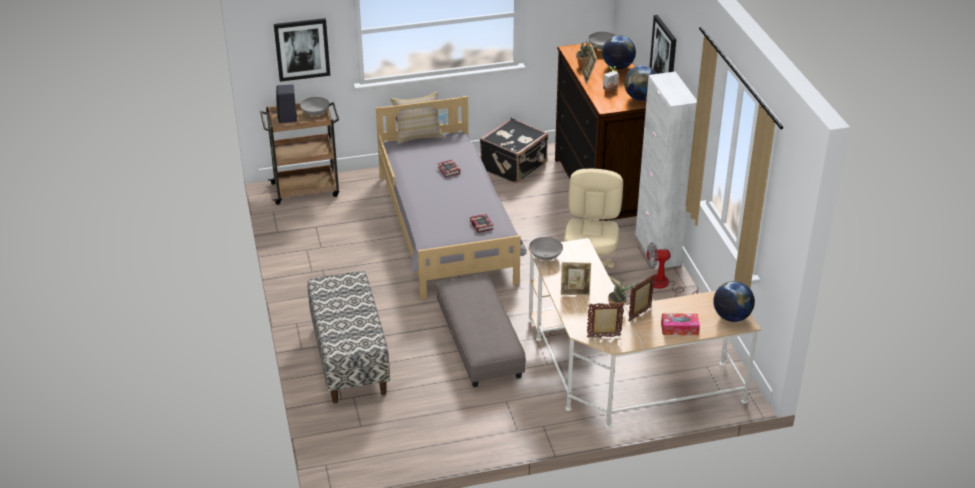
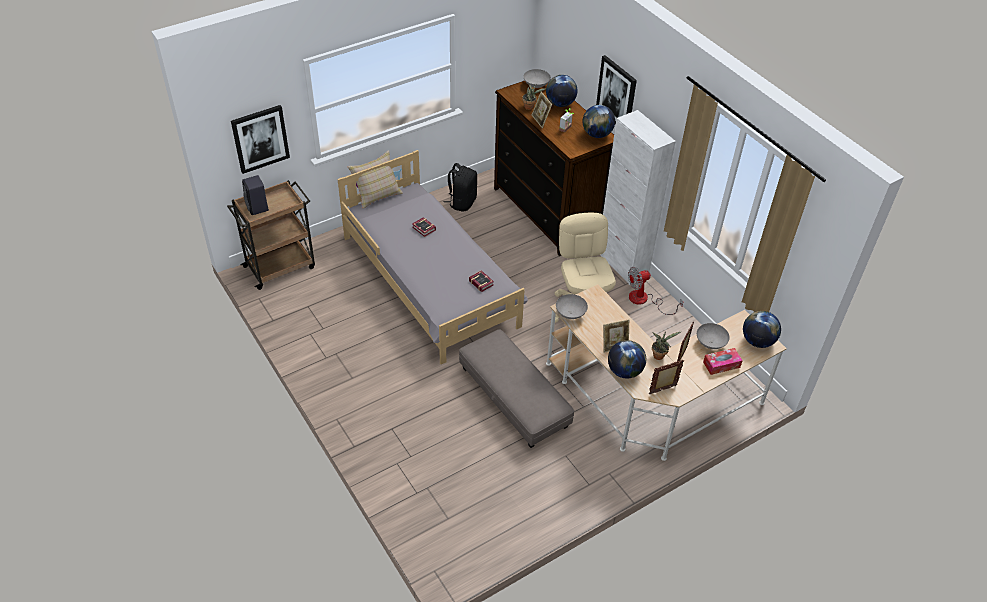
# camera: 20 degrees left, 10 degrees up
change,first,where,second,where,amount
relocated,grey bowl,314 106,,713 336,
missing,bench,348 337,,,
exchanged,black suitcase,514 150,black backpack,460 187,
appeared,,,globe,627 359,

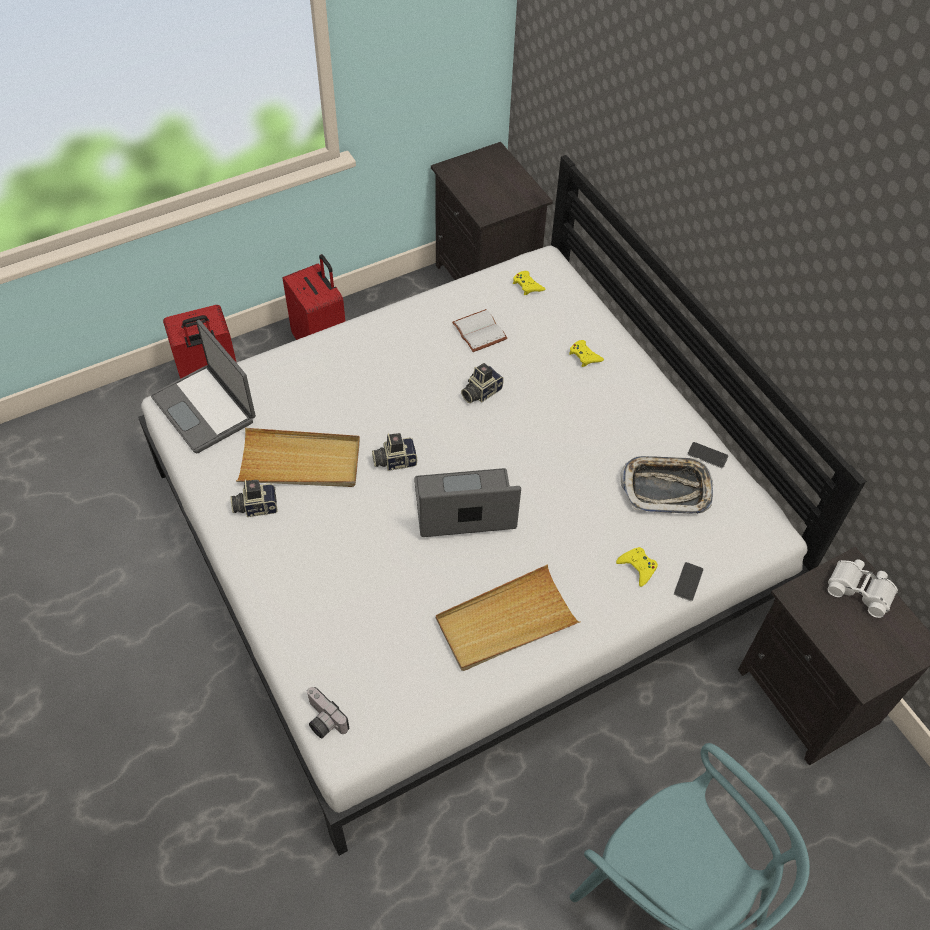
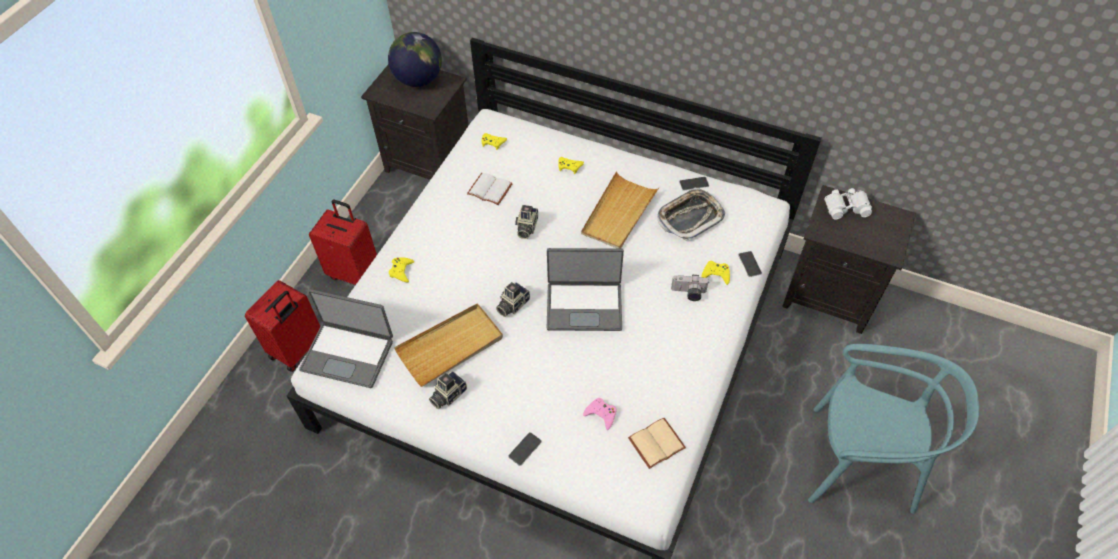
# camera: 35 degrees left, 0 degrees up
change,first,where,second,where,amount
relocated,photo camera,328 712,,690 288,
spun,laptop,467 502,,585 289,135 degrees counterclockwise
relocated,beige tray,508 617,,620 210,
appeared,,,globe,415 59,
appeared,,,yellow game controller,401 269,
appeared,,,phone,525 449,
appeared,,,pink game controller,599 414,
appeared,,,beige book,657 443,

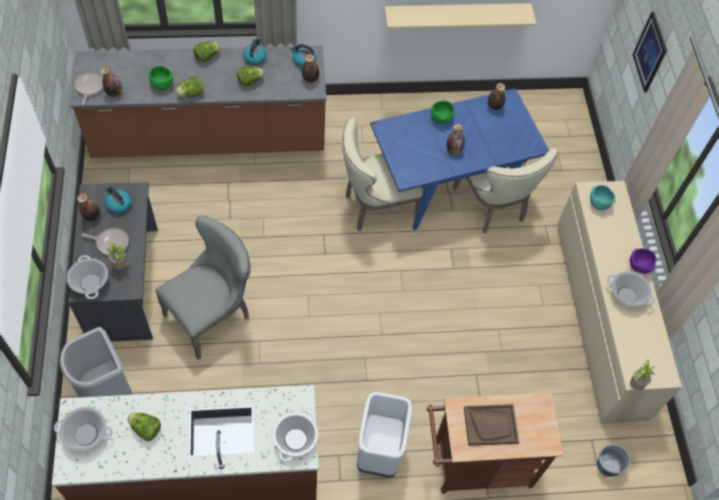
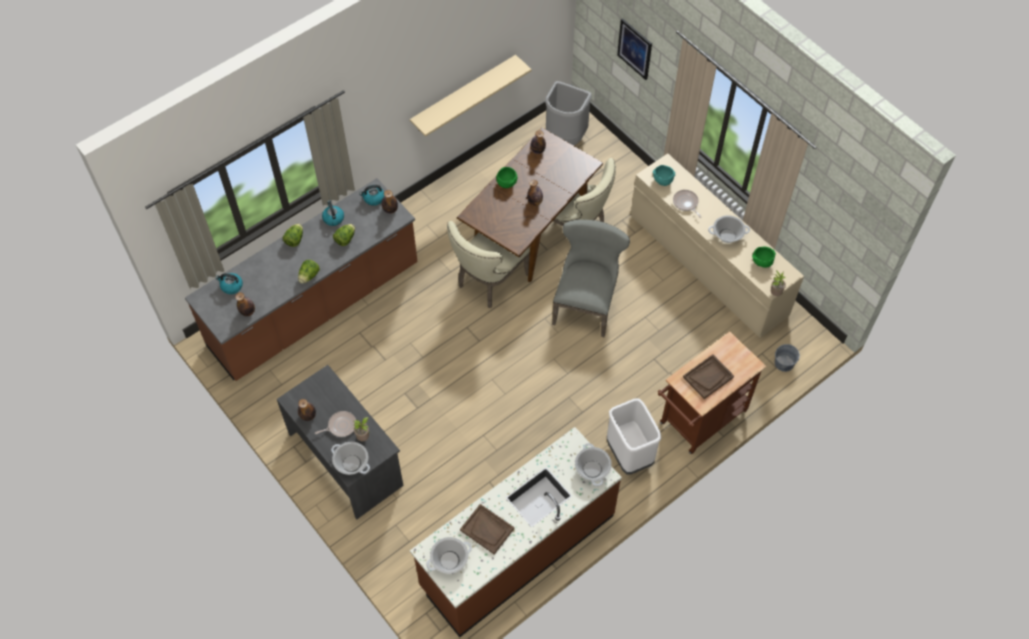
# camera: 30 degrees left, 0 degrees up
change,first,where,second,where,amount
relocated,grey trash can,96 362,,568 113,
relocated,frying pan,89 88,,687 204,
relocated,kettle,118 200,,229 283,
exchanged,lettuce,144 427,brown tray,487 529,
relocated,green bowl,160 78,,764 257,
relocated,grey chair,203 288,,591 278,
colour,blue dining table,459 159,brown dining table,530 205,
missing,purple bowl,643 261,,,

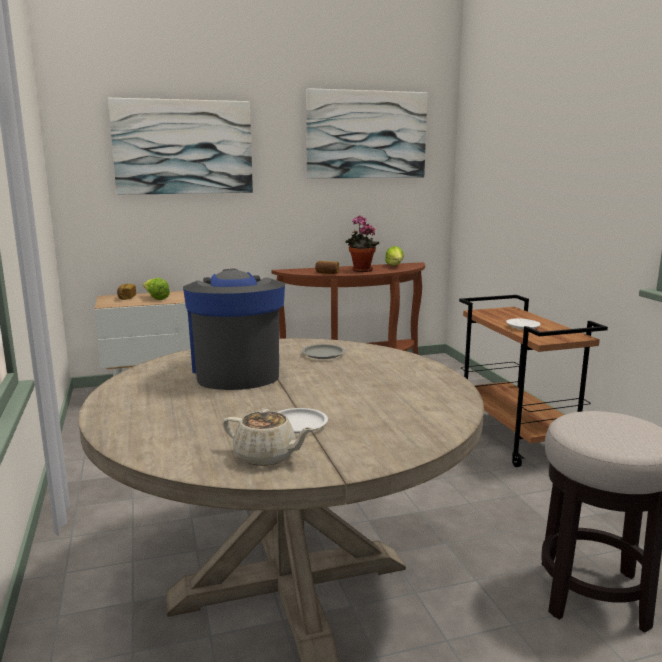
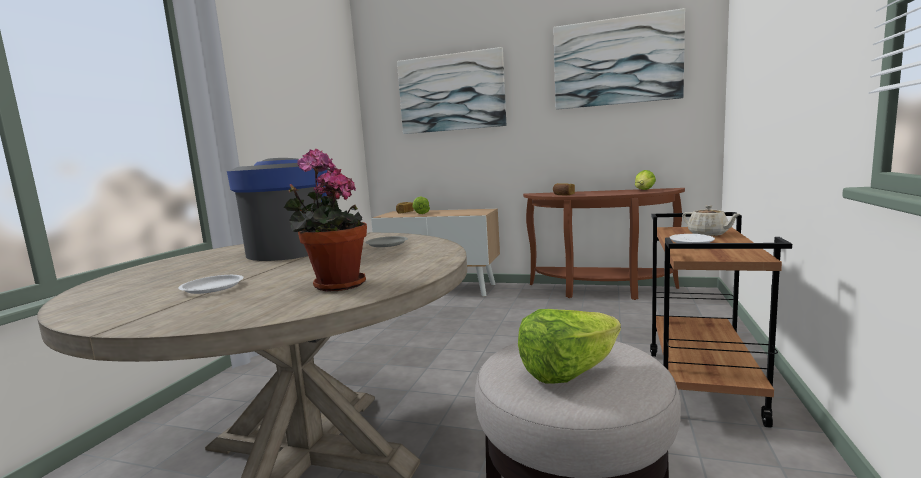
# camera: 35 degrees right, 5 degrees down
change,first,where,second,where,amount
relocated,beige teapot,268 437,,711 220,
relocated,potted plant,363 244,,325 220,
appeared,,,lettuce,569 346,

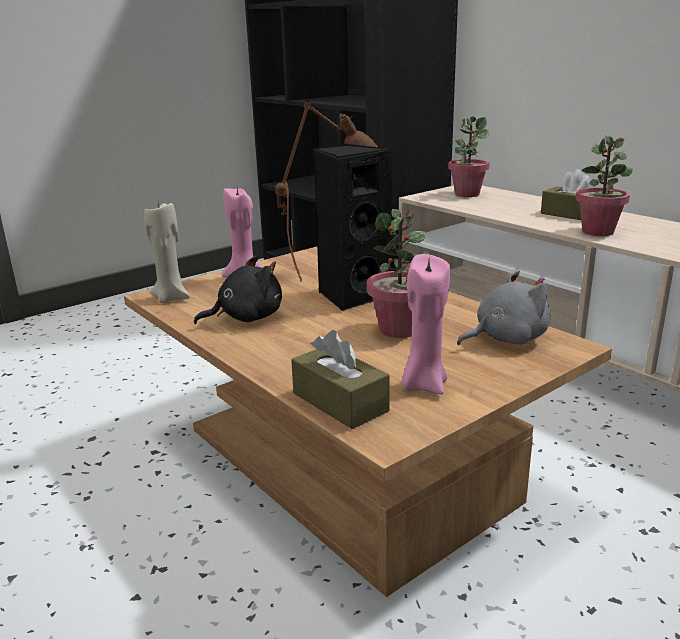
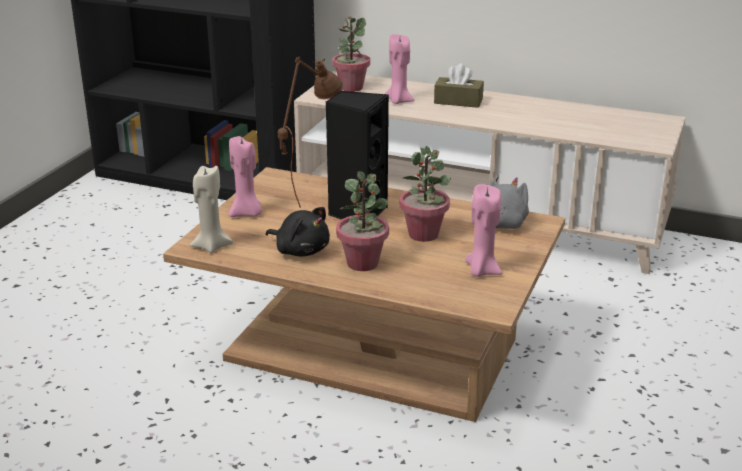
# camera: 30 degrees left, 5 degrees up
change,first,where,second,where,amount
spun,black plush toy,238 290,,297 231,90 degrees clockwise
missing,brown tissue box,340 379,,,
relocated,potted plant,604 185,,362 221,
appeared,,,pink candle,399 69,

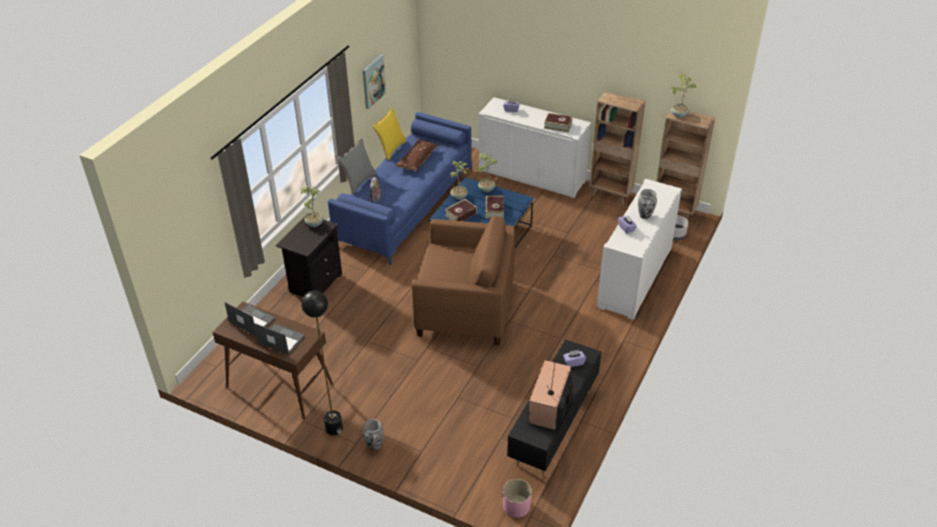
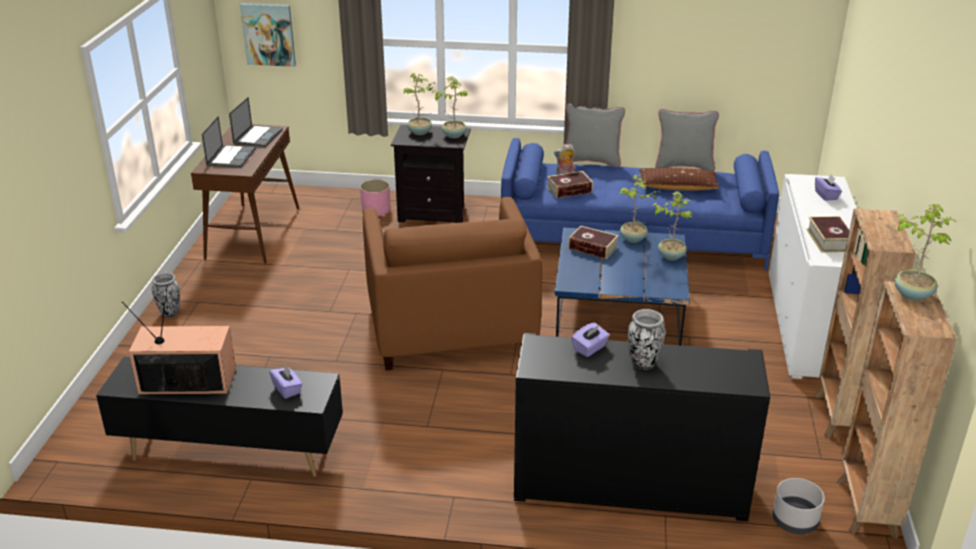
# camera: 70 degrees right, 10 degrees down
change,first,where,second,where,amount
missing,black floor lamp,322 362,,,
relocated,picture,374 82,,268 35,
colour,yellow pillow,389 133,grey pillow,687 140,
relocated,book,495 207,,570 184,
relocated,pink planter,517 498,,375 197,
colour,white cabinet,639 249,black cabinet,642 427,
appeared,,,potted plant,419 104,

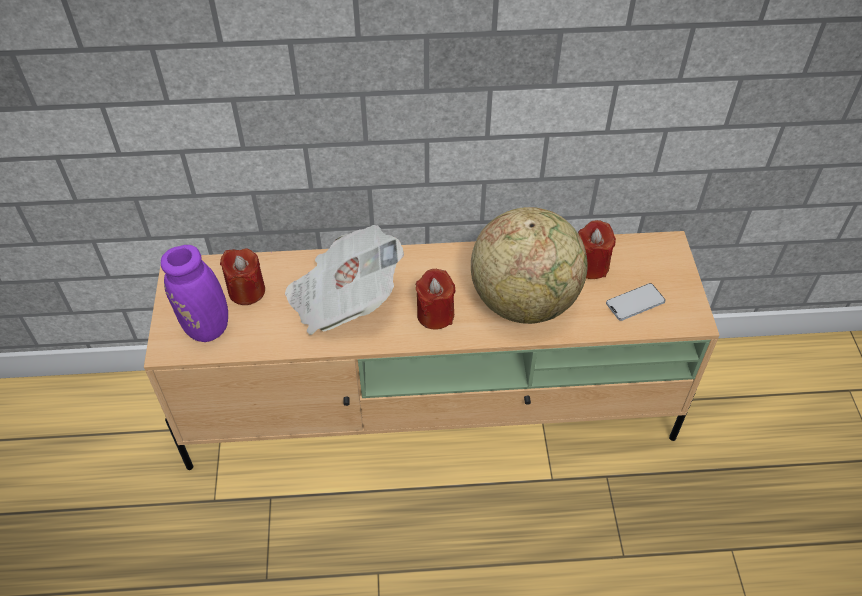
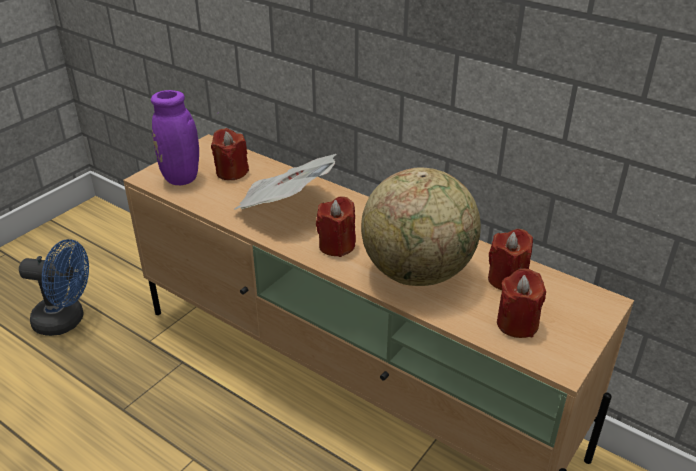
# camera: 40 degrees right, 15 degrees down
change,first,where,second,where,amount
exchanged,phone,636 302,red candle,521 303,
appeared,,,blue fan,54 287,

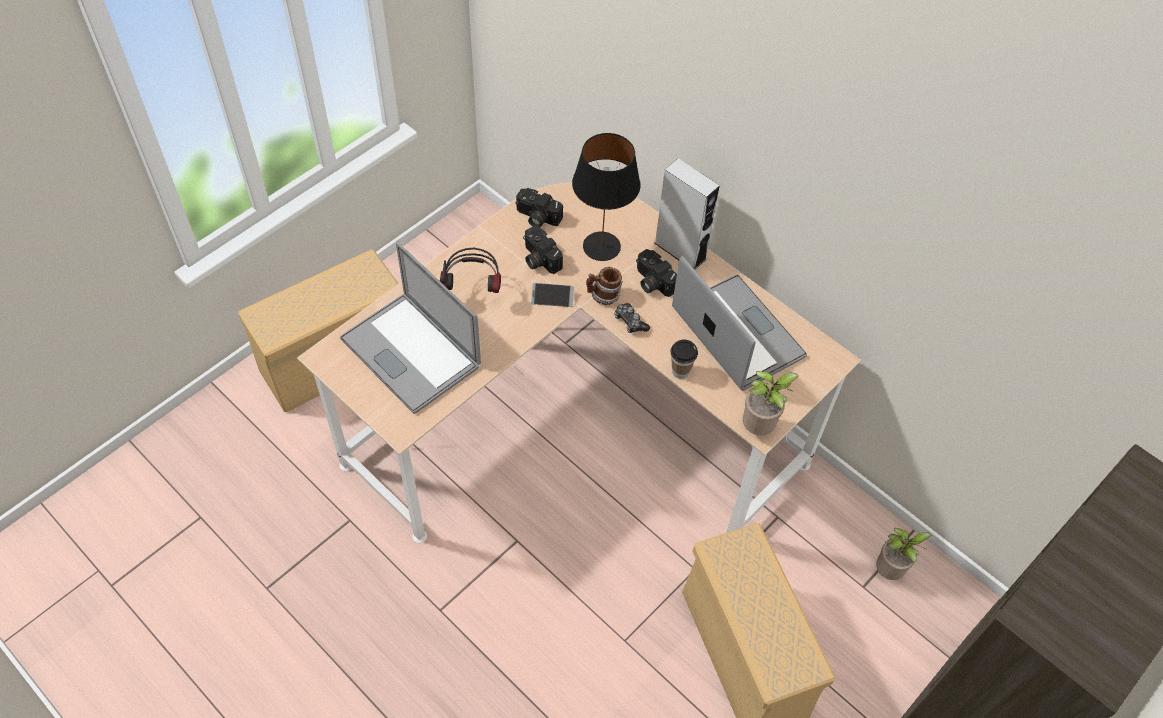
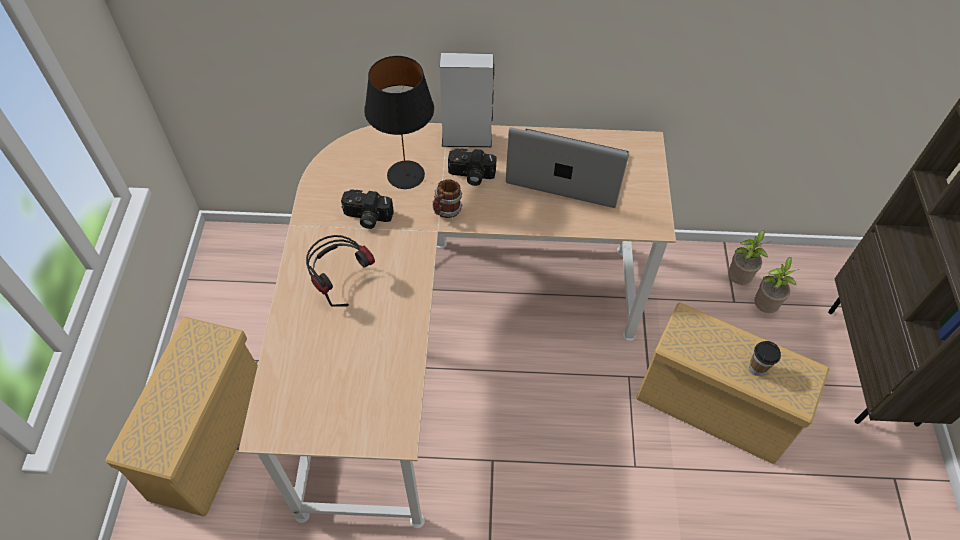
# camera: 40 degrees left, 0 degrees up
change,first,where,second,where,amount
missing,laptop,410 328,,,
missing,photo camera,539 207,,,
missing,phone,552 295,,,
missing,game controller,632 318,,,
relocated,cup,684 359,,765 358,
relocated,potted plant,770 403,,776 285,

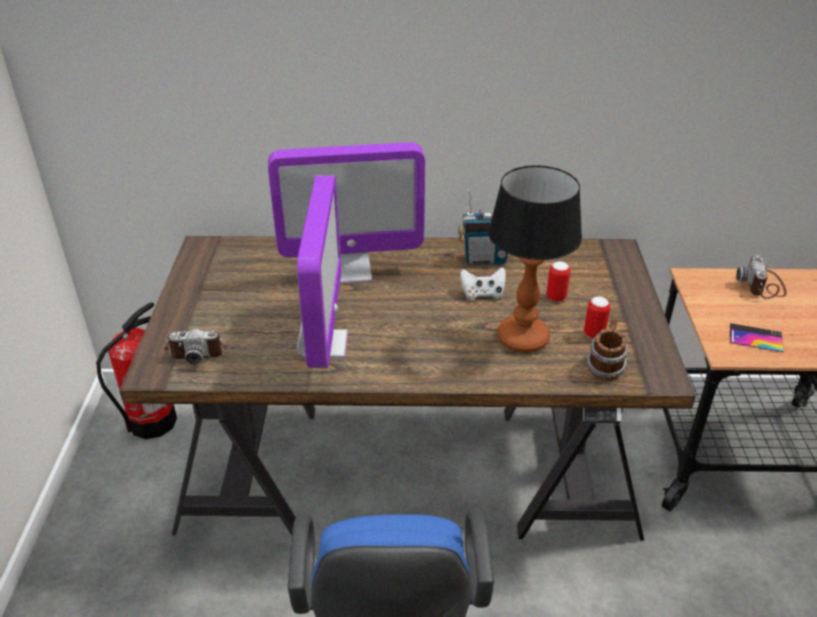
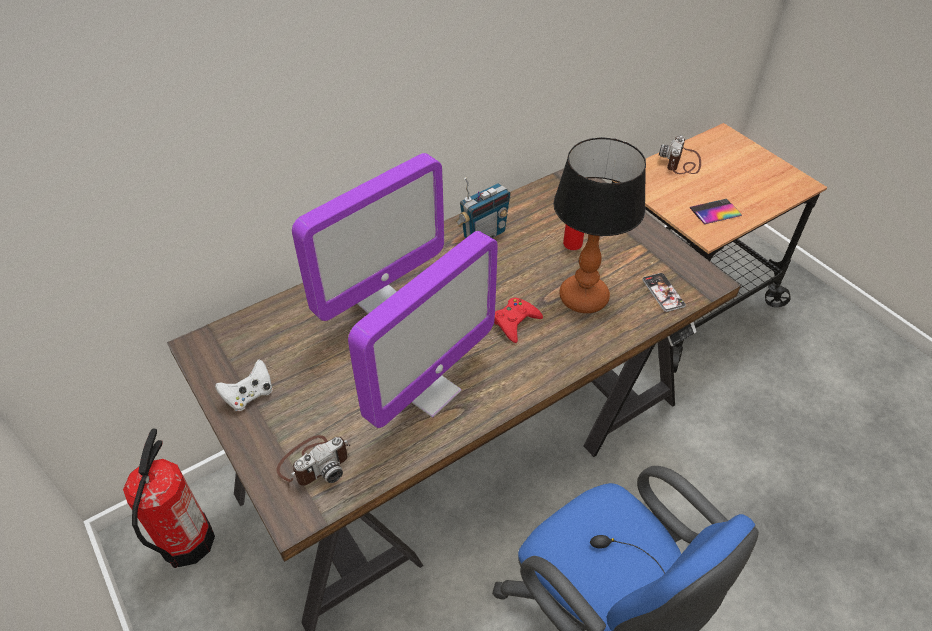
# camera: 35 degrees left, 10 degrees up
change,first,where,second,where,amount
spun,monitor,322 271,,423 329,75 degrees clockwise
relocated,white game controller,483 283,,244 385,
missing,can,597 318,,,
exchanged,mug,607 347,phone,664 292,
spun,photo camera,761 277,,680 154,45 degrees clockwise
appeared,,,red game controller,518 320,

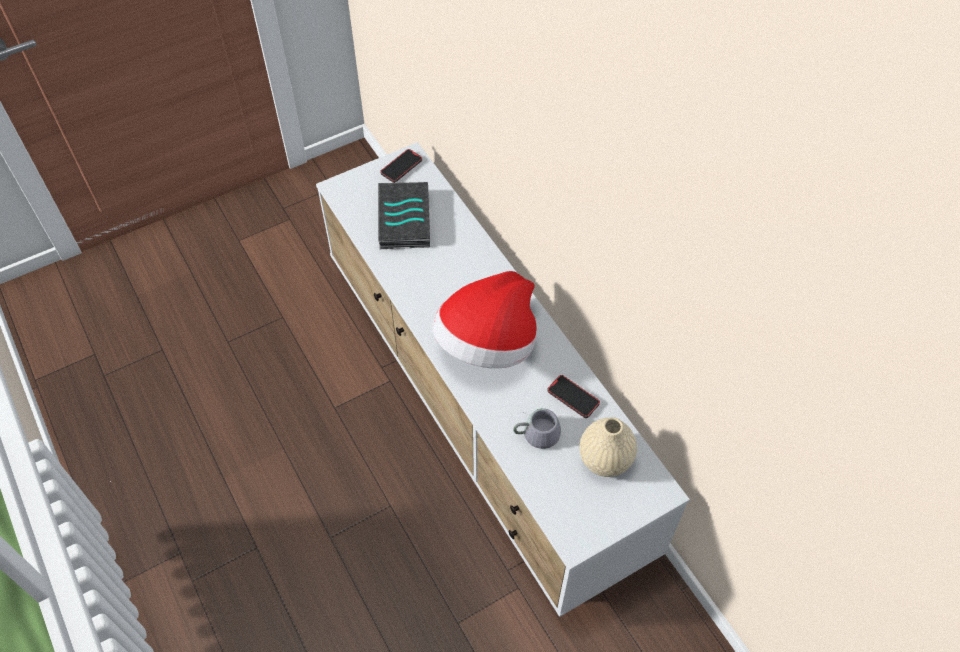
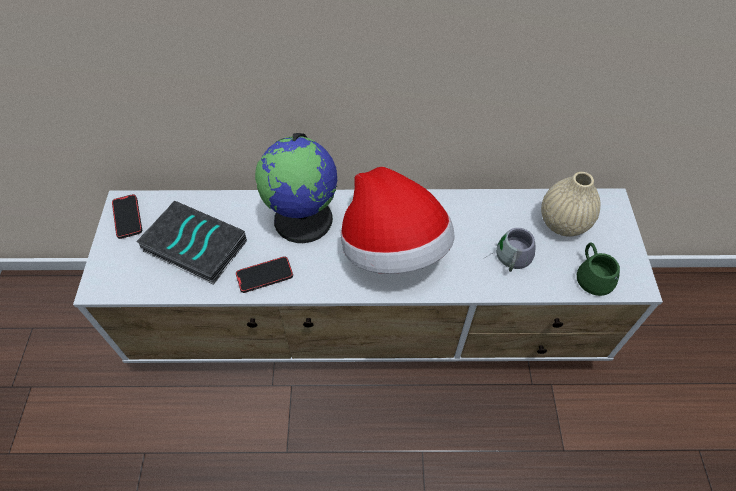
# camera: 60 degrees left, 0 degrees up
change,first,where,second,where,amount
relocated,phone,573 396,,264 274,
appeared,,,globe,296 188,
appeared,,,green mug,598 269,

